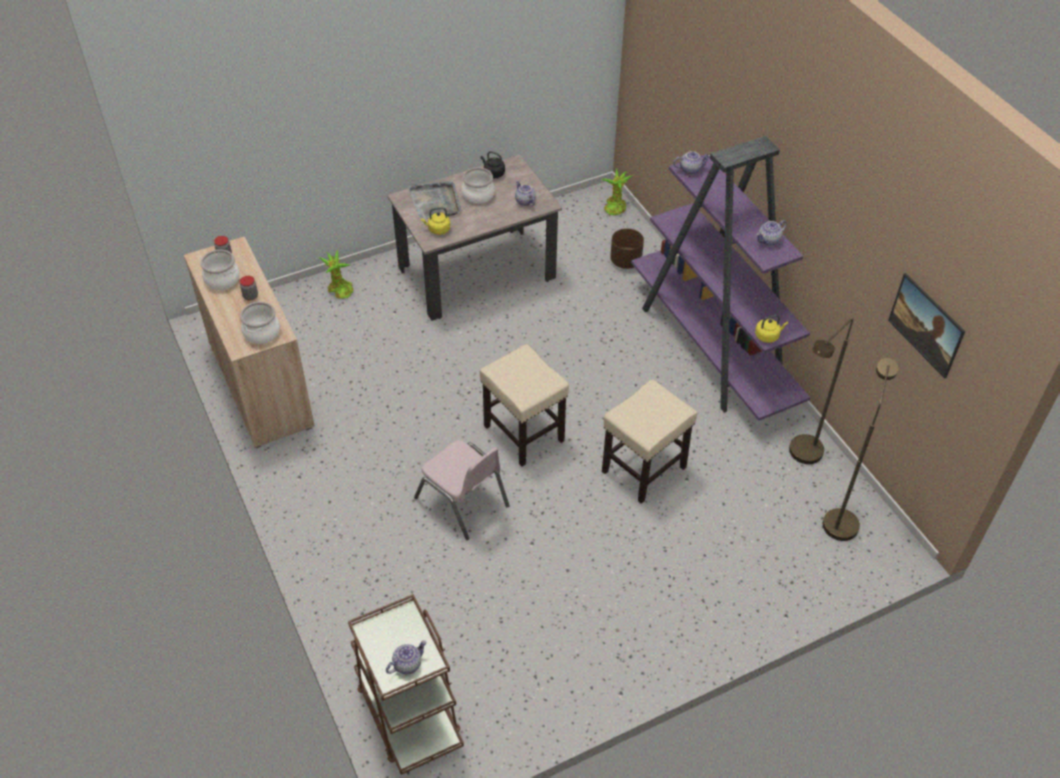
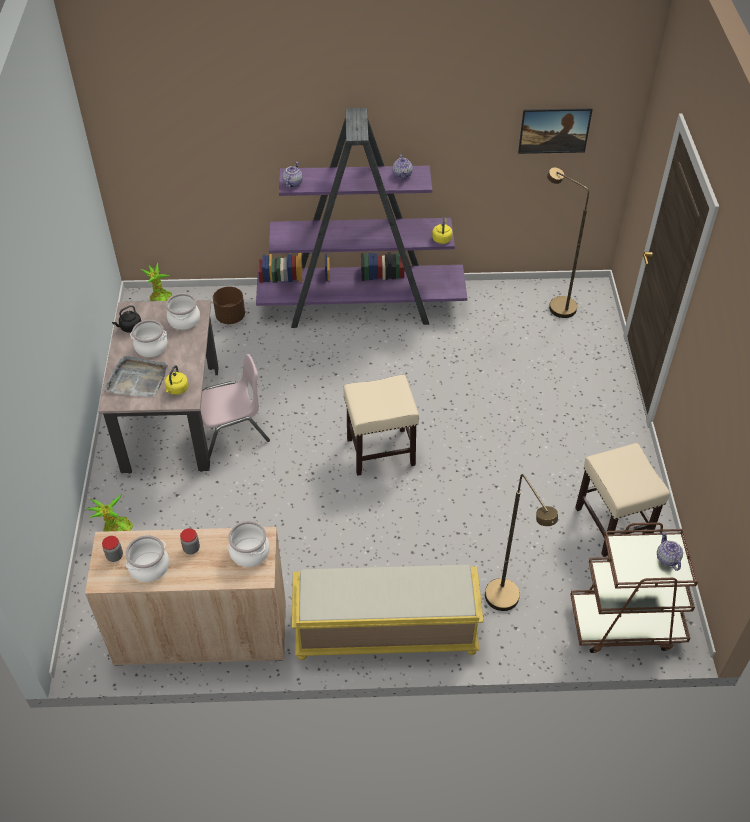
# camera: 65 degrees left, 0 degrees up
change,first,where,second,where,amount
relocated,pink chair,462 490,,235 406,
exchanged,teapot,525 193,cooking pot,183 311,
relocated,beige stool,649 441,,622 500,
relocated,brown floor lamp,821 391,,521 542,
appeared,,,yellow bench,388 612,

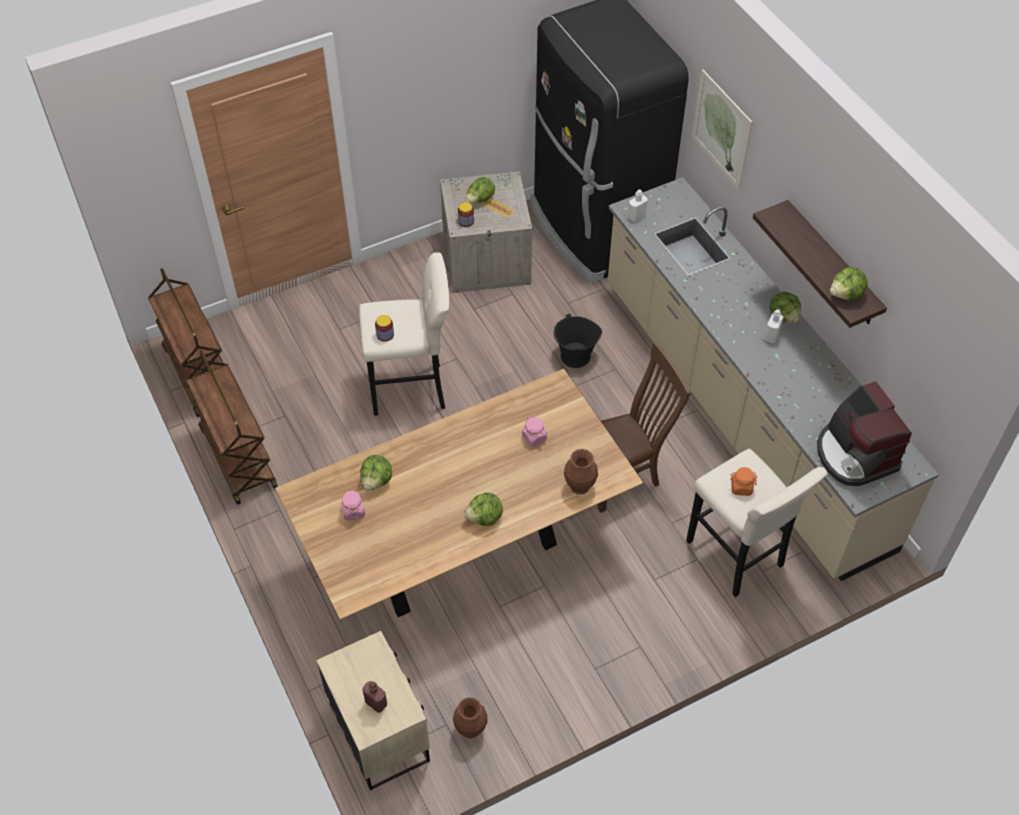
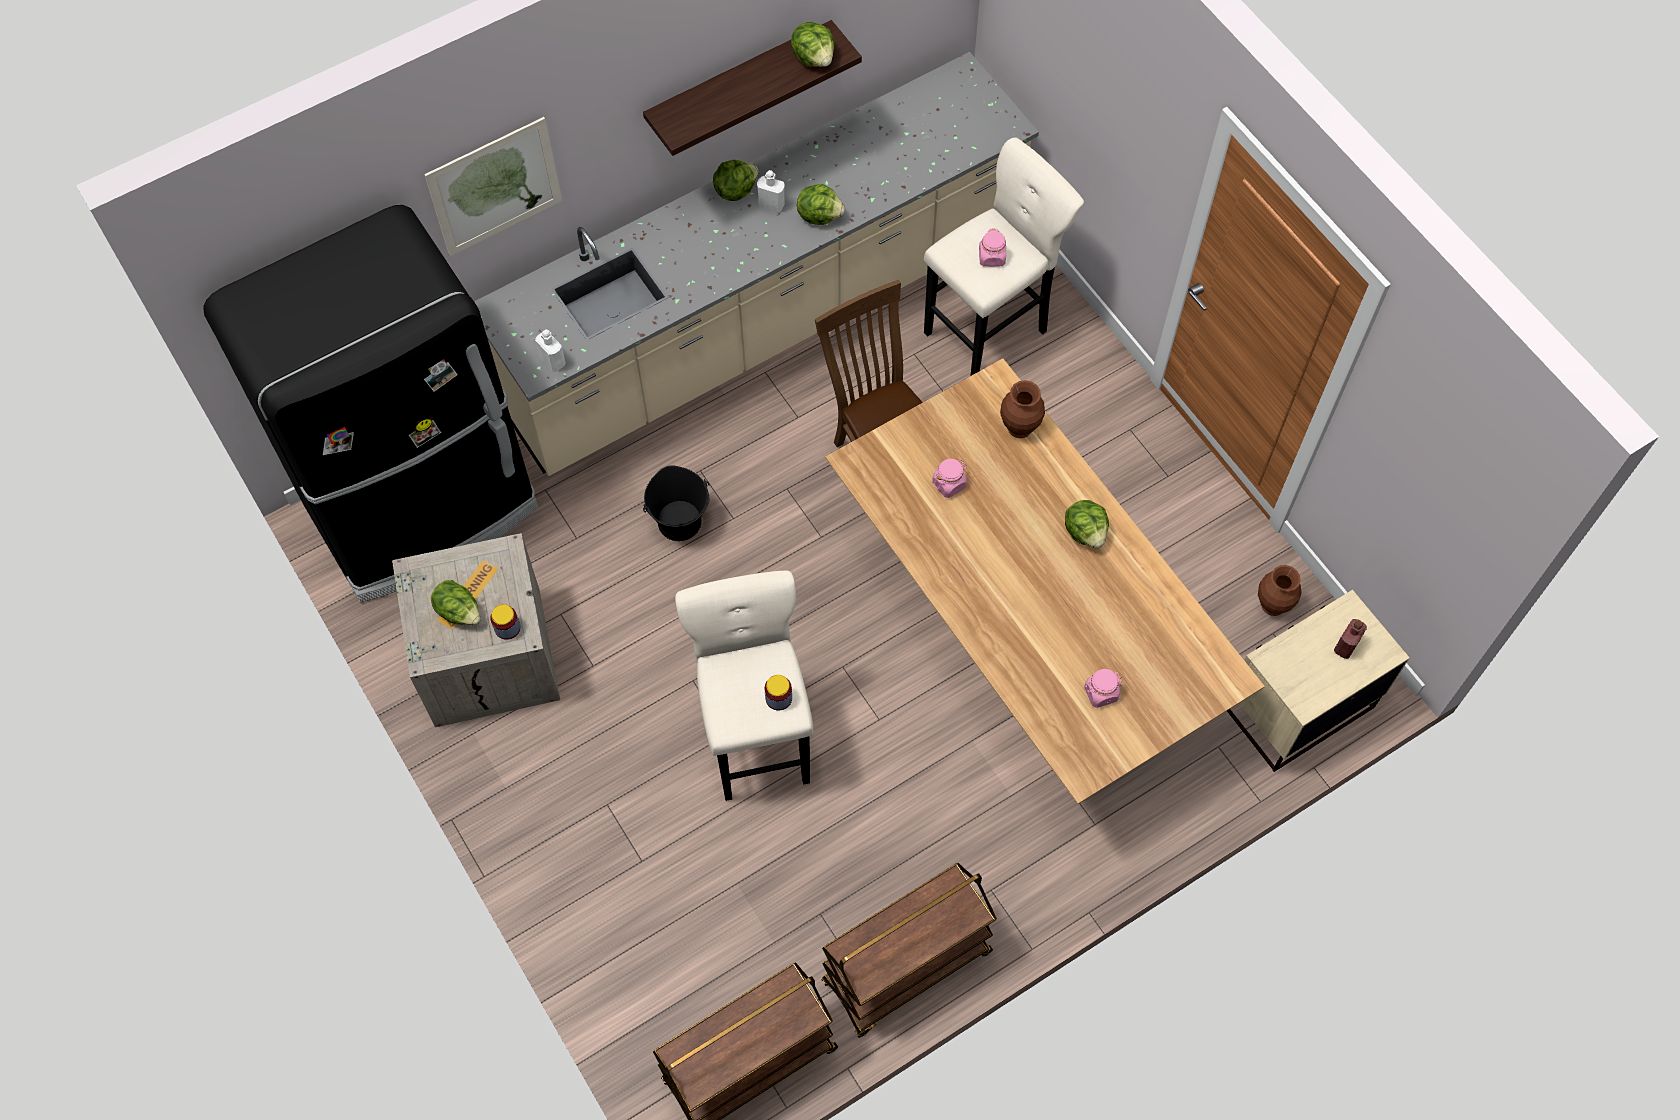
# camera: 95 degrees left, 10 degrees up
change,first,where,second,where,amount
relocated,lettuce,376 473,,821 204,
colour,orange jar,743 481,pink jar,992 247,
missing,coffee machine,864 433,,,

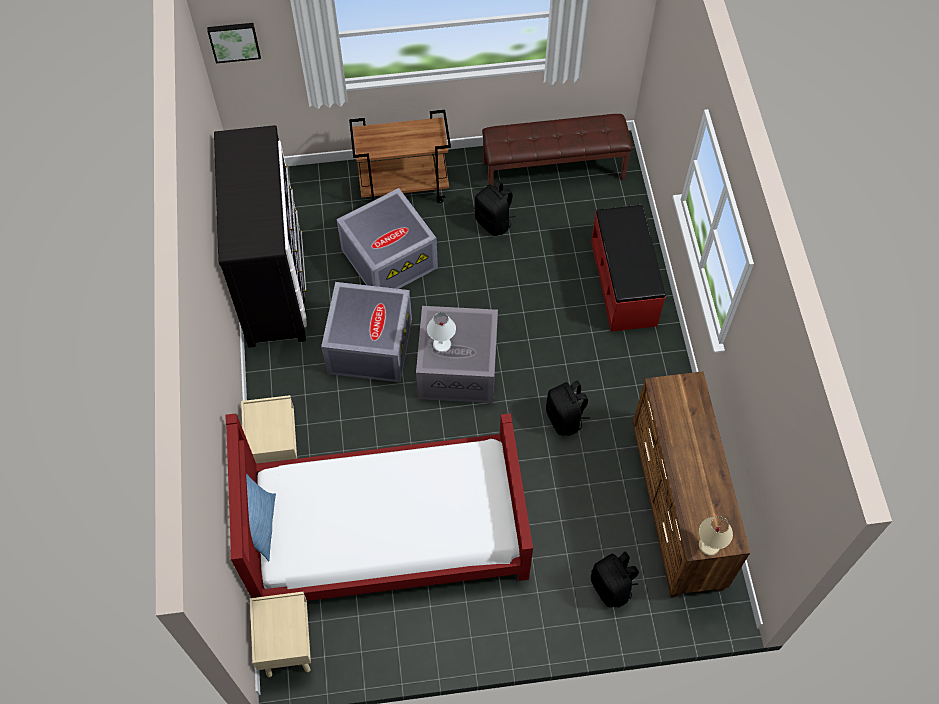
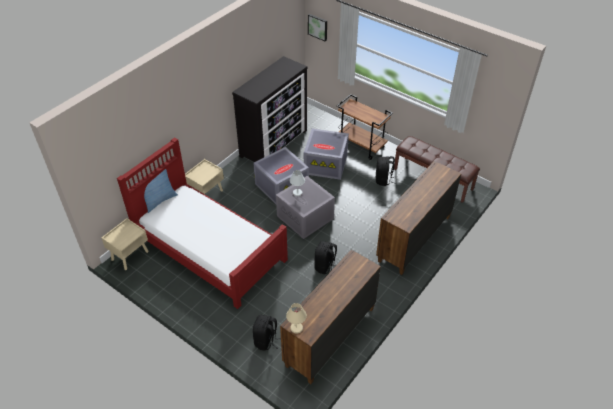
# camera: 45 degrees right, 15 degrees down
change,first,where,second,where,amount
exchanged,red bench,628 268,brown dresser,418 218,

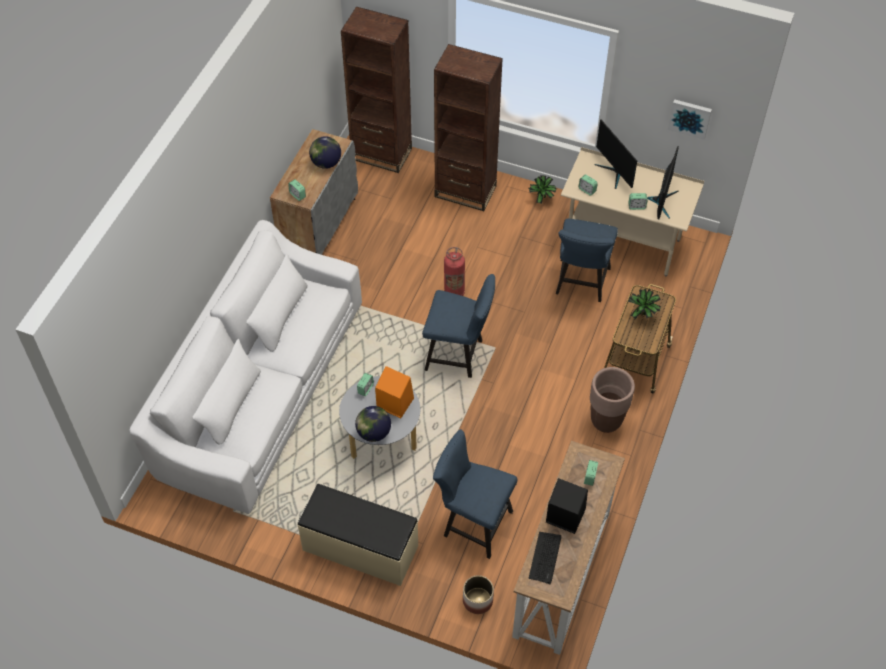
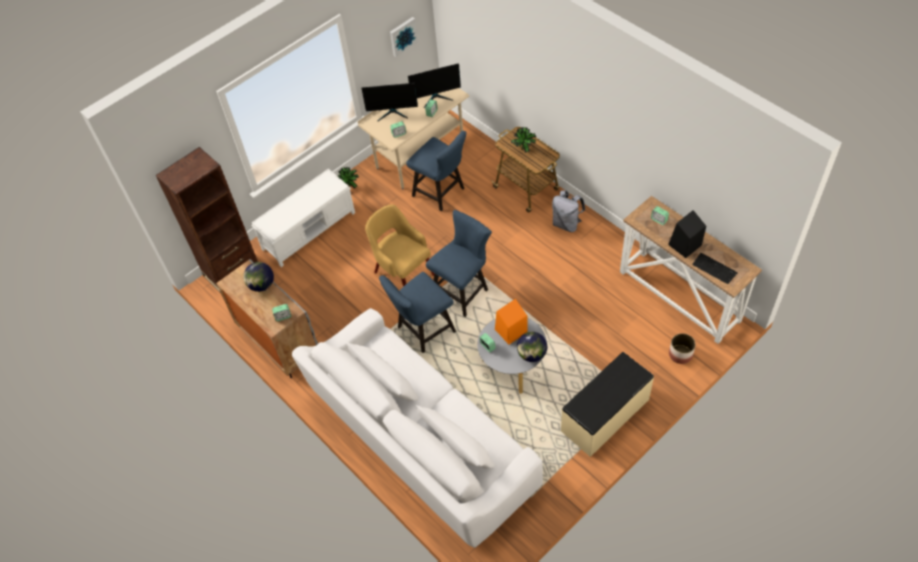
# camera: 60 degrees left, 0 degrees up
change,first,where,second,where,amount
relocated,blue chair,475 494,,417 312,
exchanged,brown bookcase,468 127,white bench,303 218,
exchanged,fire extinguisher,454 271,yellow armchair,400 245,
exchanged,brown planter,612 400,grey backpack,568 211,
spun,monitor,663 182,,434 85,120 degrees clockwise

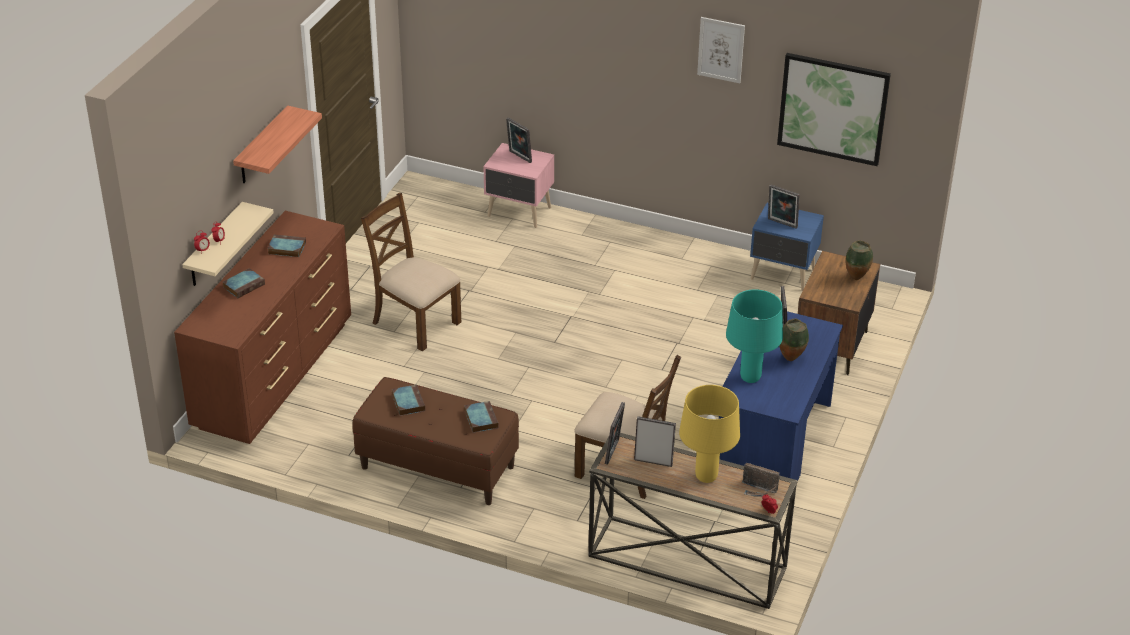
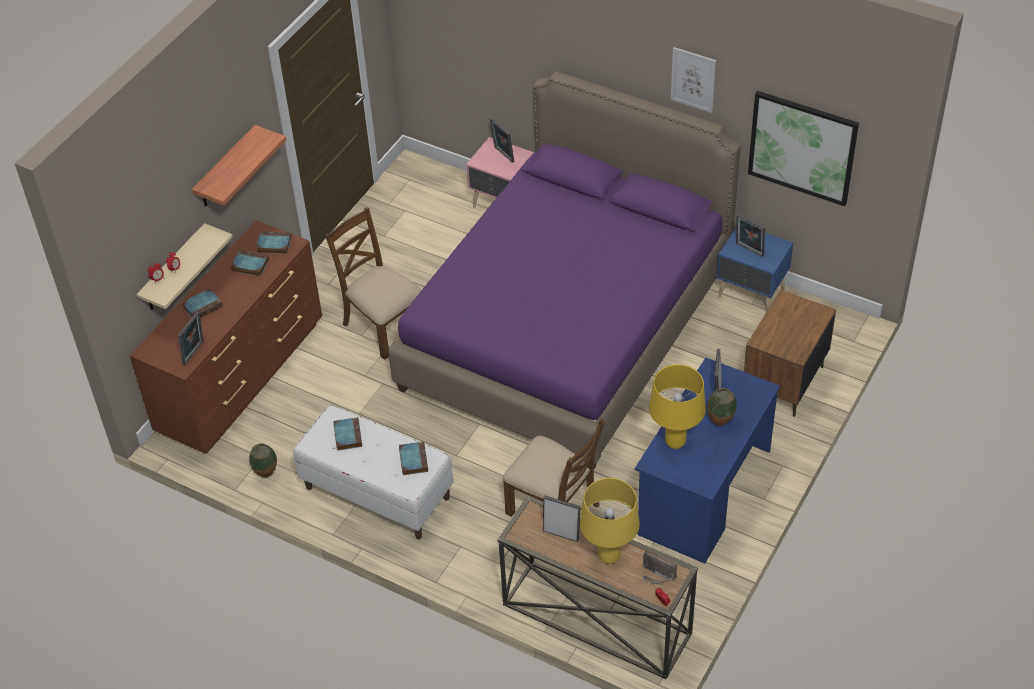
# camera: 10 degrees right, 10 degrees up
change,first,where,second,where,amount
colour,brown bench,435 441,white bench,373 472,
relocated,picture frame,615 433,,191 338,
colour,turquoise table lamp,754 336,yellow table lamp,677 406,
relocated,vase,859 260,,263 460,
appeared,,,book,274 242,
appeared,,,purple bed,564 270,

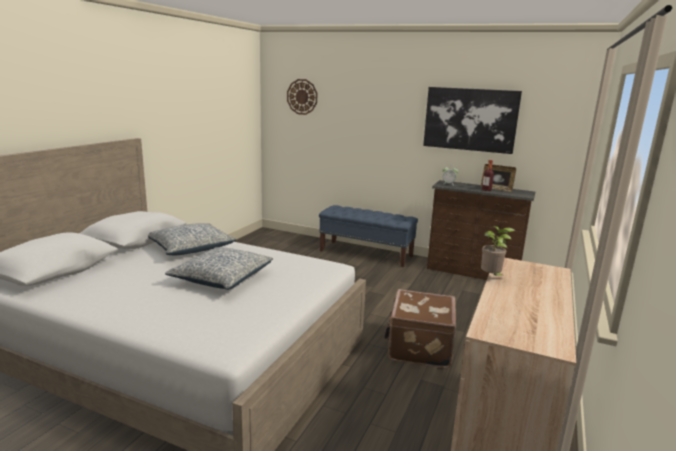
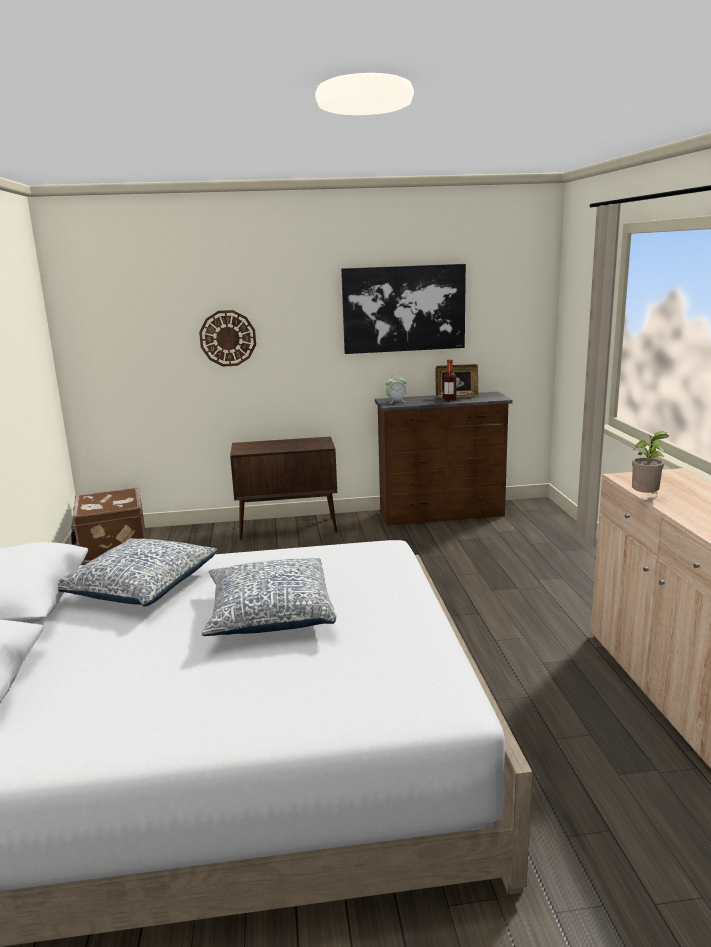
# camera: 30 degrees left, 0 degrees up
change,first,where,second,where,amount
relocated,wall clock,302 97,,227 338,
exchanged,blue bench,368 236,brown cabinet,283 488,
relocated,brown suitcase,420 328,,108 525,

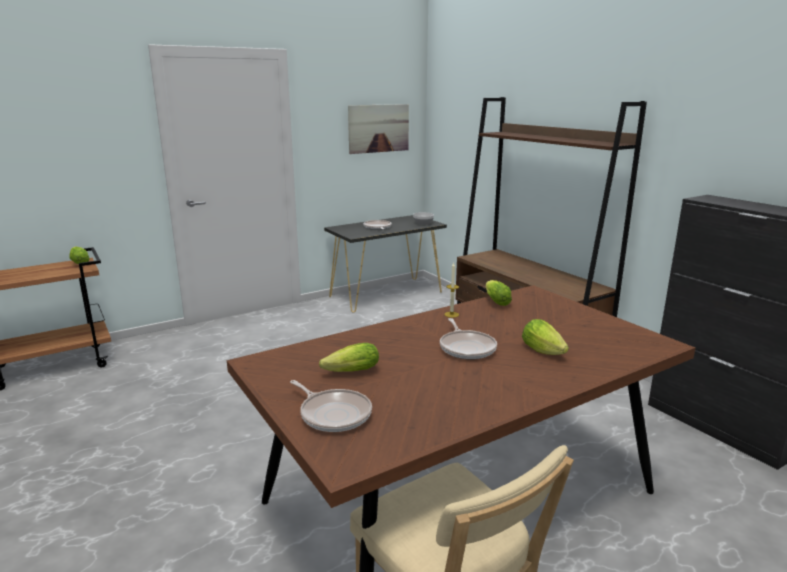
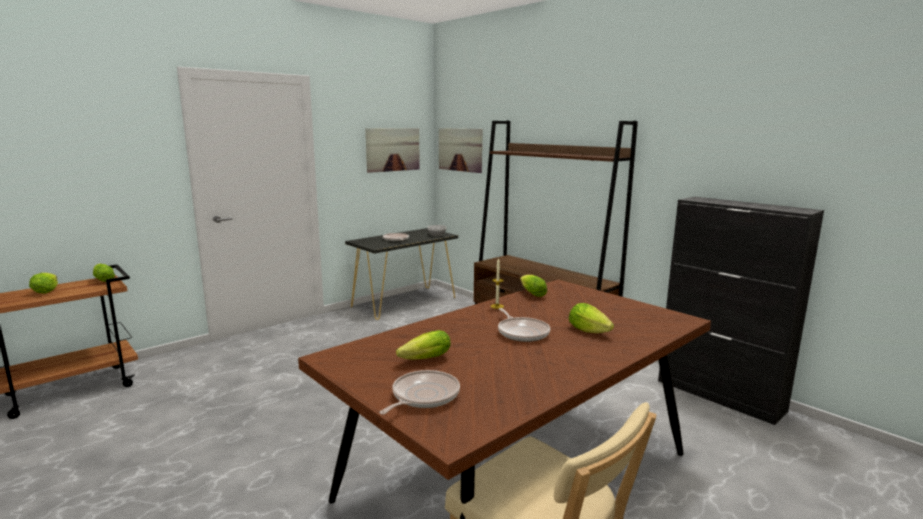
# camera: 10 degrees left, 5 degrees down
change,first,where,second,where,amount
spun,frying pan,331 406,,419 392,90 degrees counterclockwise
appeared,,,lettuce,43 283,
appeared,,,picture,460 150,

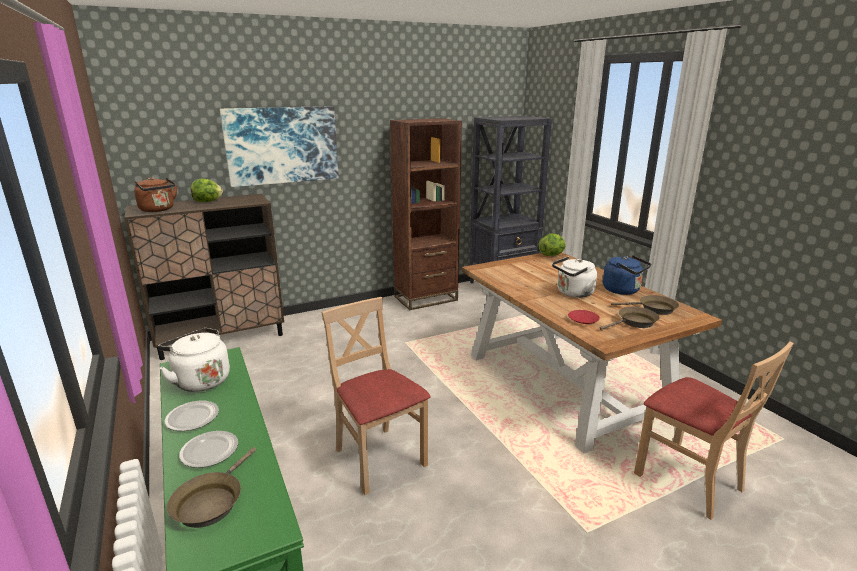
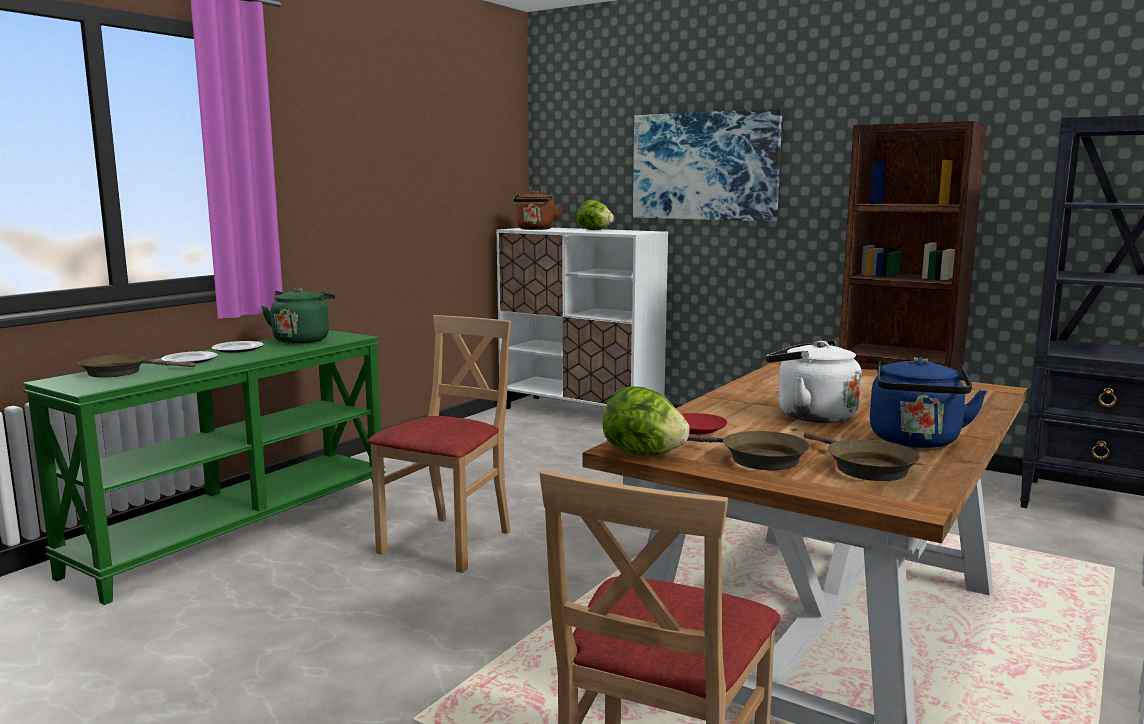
# camera: 60 degrees right, 10 degrees down
change,first,where,second,where,amount
colour,brown cabinet,204 277,white cabinet,582 318,
colour,white kettle,194 360,green kettle,298 316,
relocated,lettuce,552 245,,646 421,

